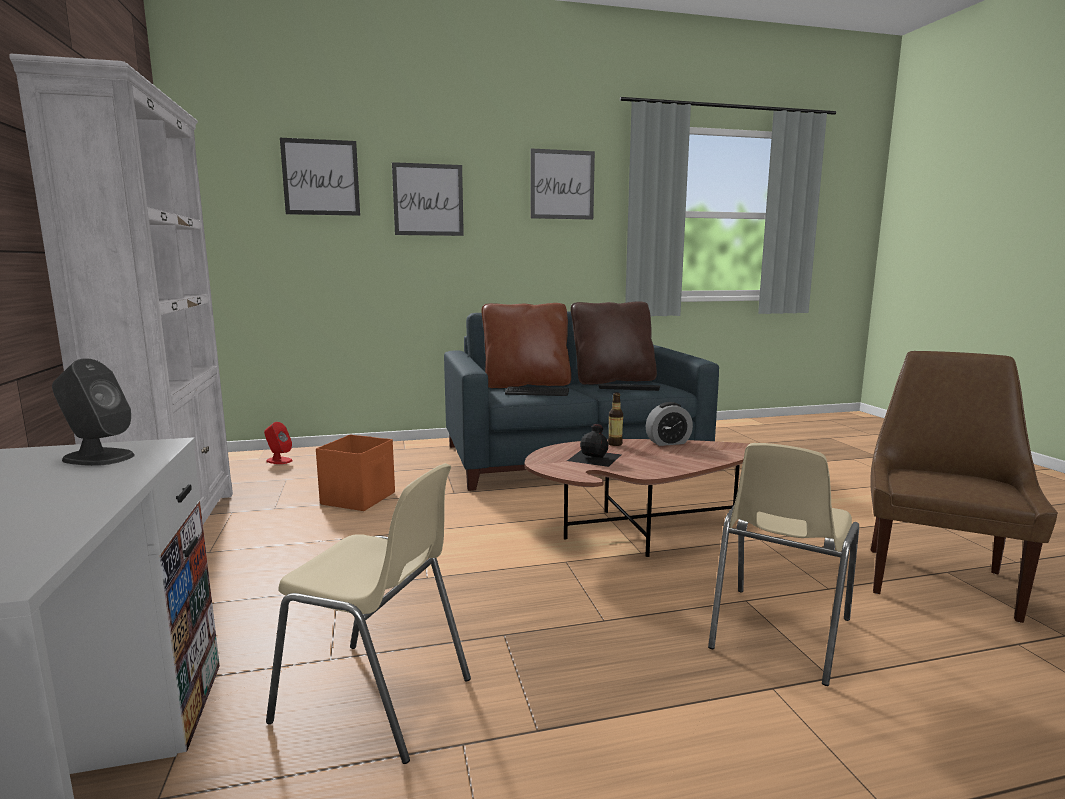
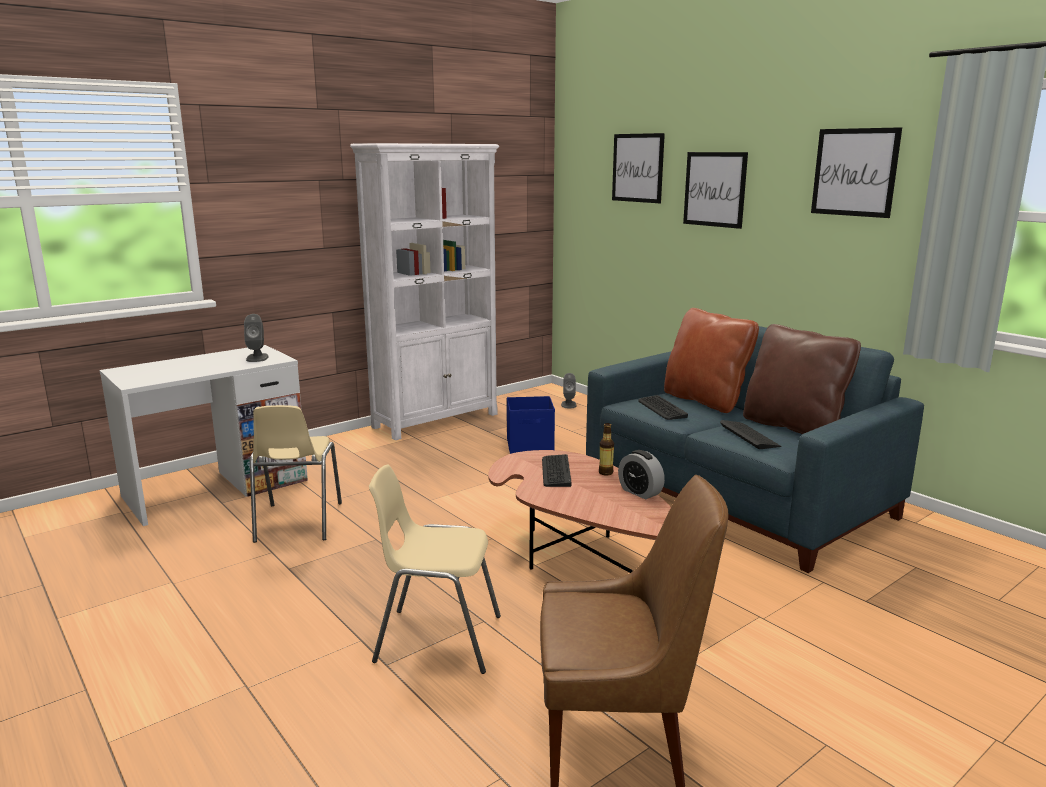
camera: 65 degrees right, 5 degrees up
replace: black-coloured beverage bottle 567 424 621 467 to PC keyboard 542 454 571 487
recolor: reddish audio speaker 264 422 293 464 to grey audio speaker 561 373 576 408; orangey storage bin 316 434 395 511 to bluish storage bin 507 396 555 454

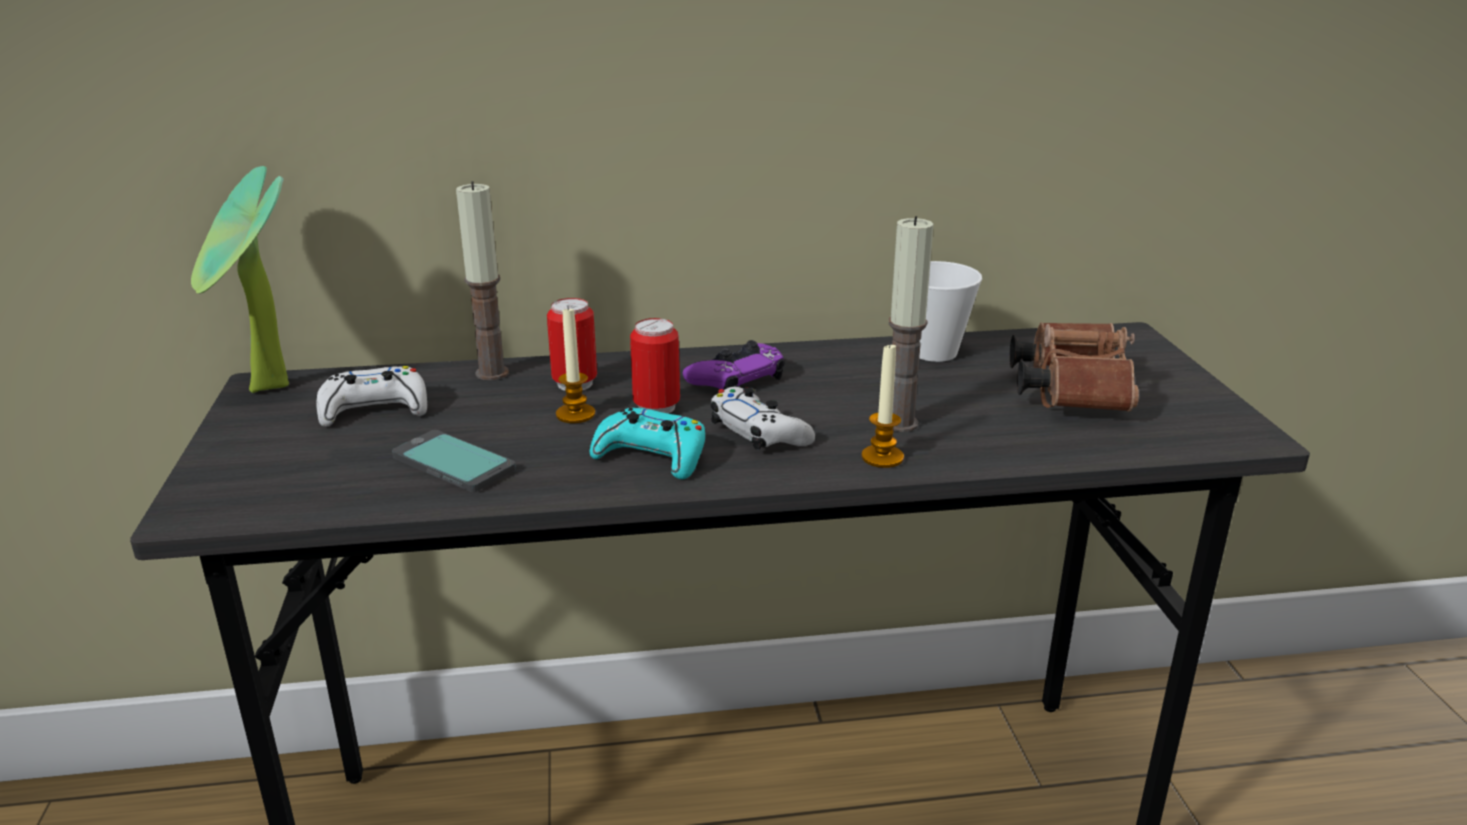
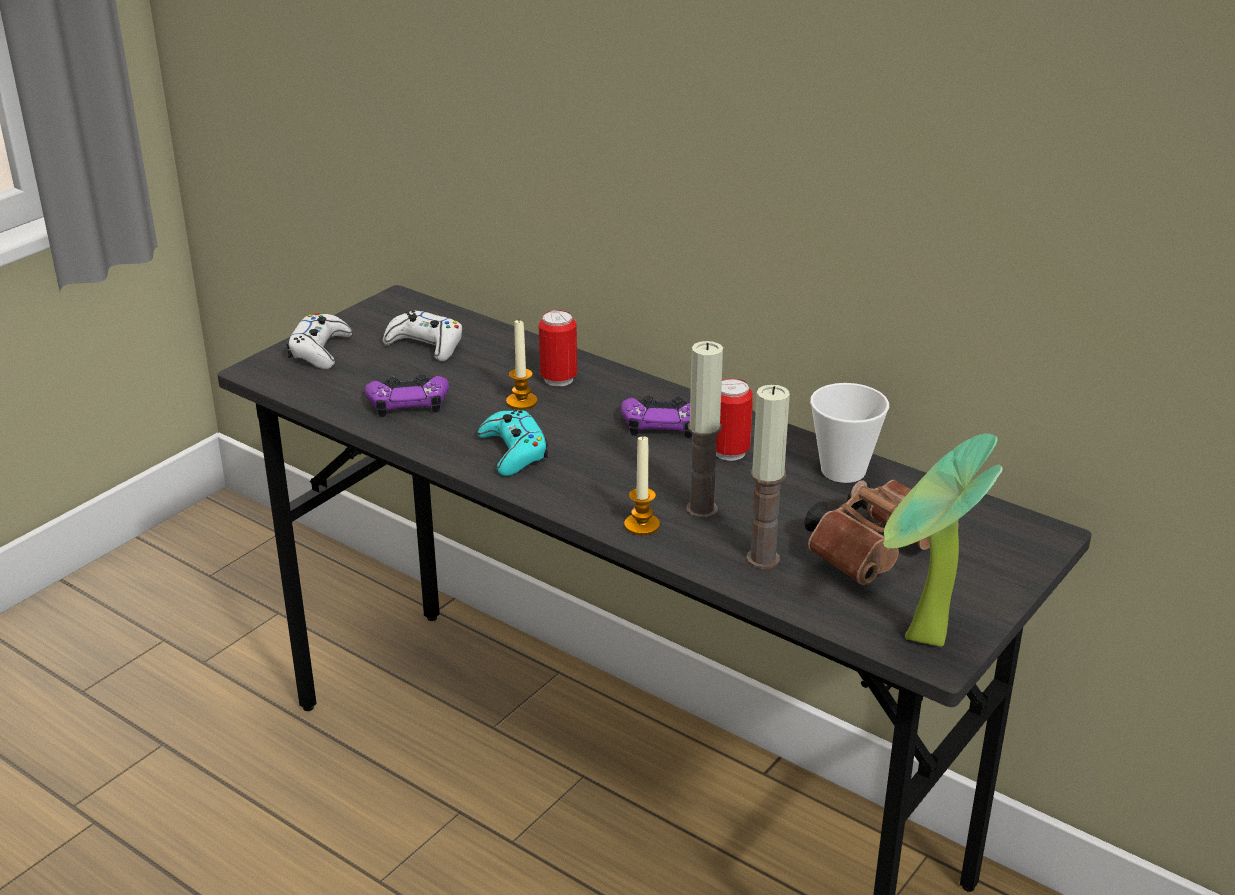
camera: 45 degrees right, 5 degrees up
move: houseplant 191 166 289 393 to 883 433 1002 647; candle 456 181 509 380 to 746 385 790 569; can 630 318 680 414 to 716 378 753 461; whitish gamepad 711 387 815 450 to 286 313 352 369
replace: handset 392 430 516 492 to purple-coloured gamepad 365 374 449 417

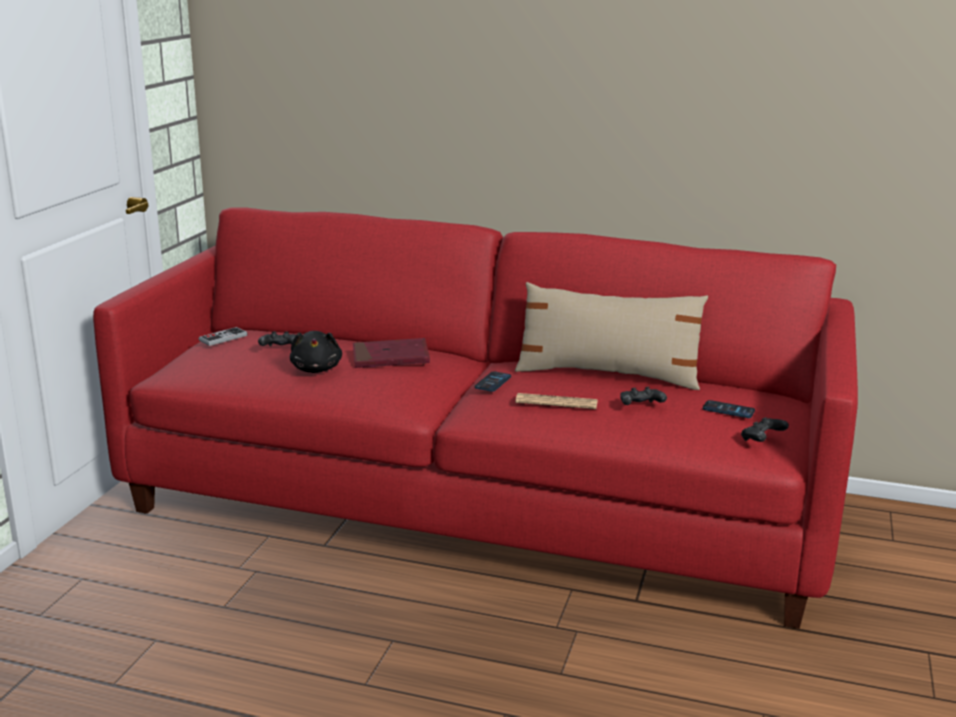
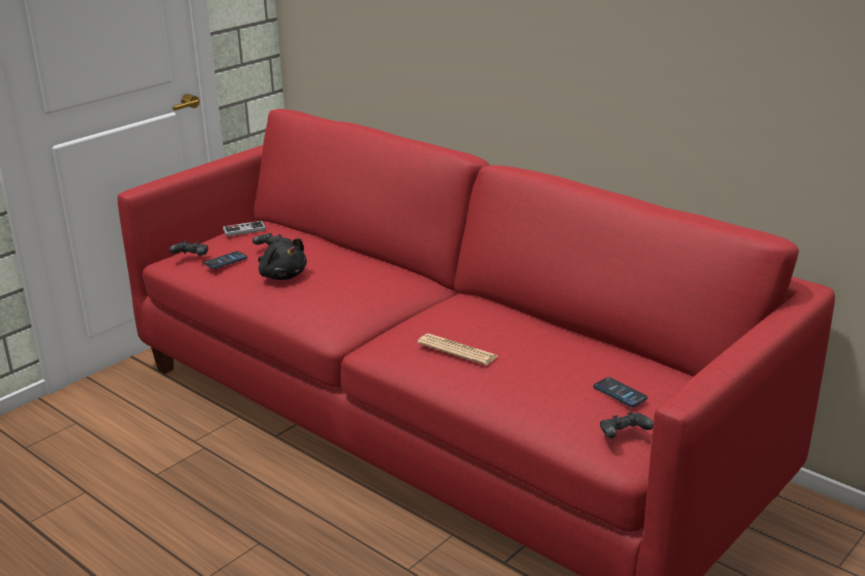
camera: 25 degrees right, 5 degrees up
delete: reddish book 353 338 430 368; sand-coloured pillow 515 282 708 390
move: handset 475 371 511 392 to 204 251 247 269; black-coloured gamepad 620 387 667 405 to 169 241 208 256
rotate: black-coloured cuddly toy 290 331 342 373 = 258 238 307 280 60 degrees counterclockwise

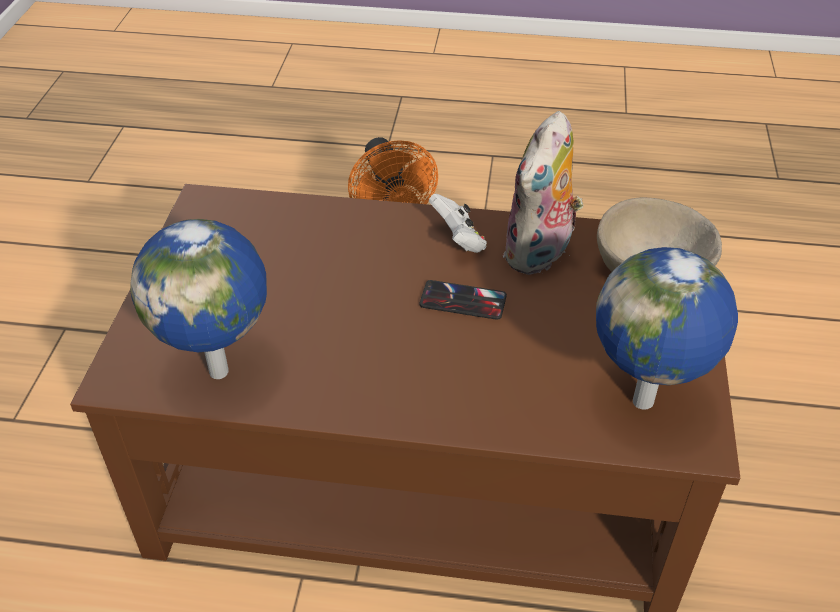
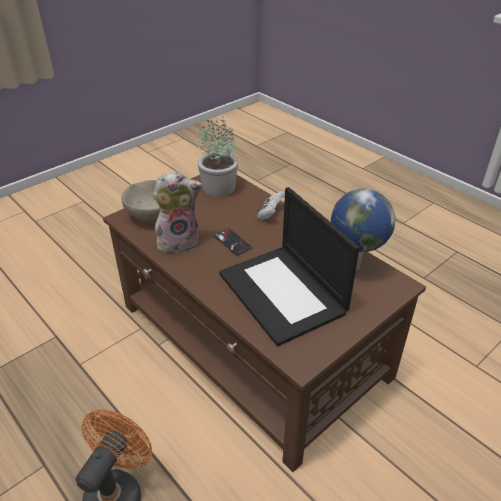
camera: 140 degrees left, 5 degrees down
insert: laptop 219 187 360 346
move: whitish gamepad 429 194 487 253 to 257 191 285 220
replace: world globe 596 247 738 410 to houseplant 198 116 238 197

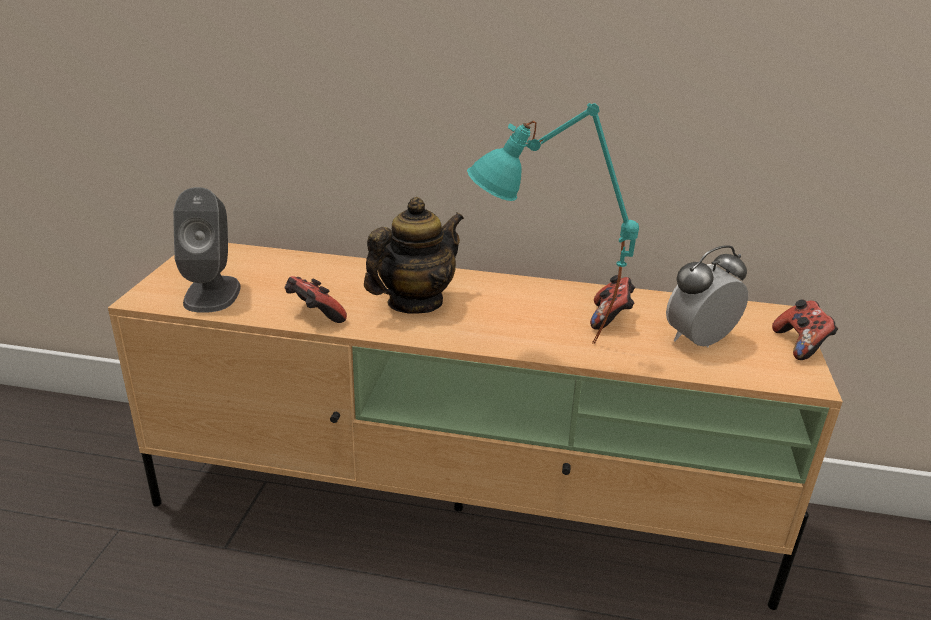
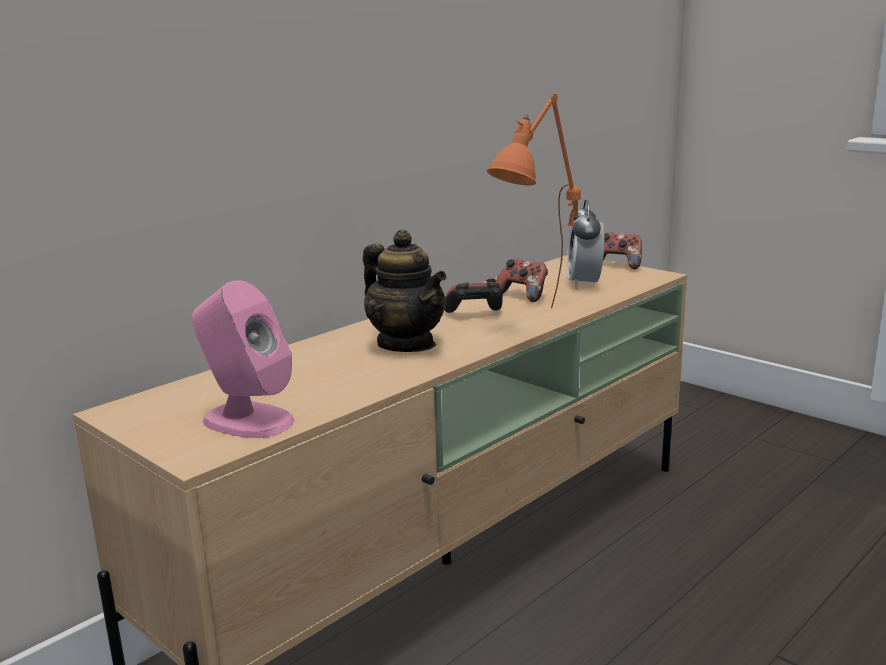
camera: 55 degrees left, 10 degrees down
move: gamepad 285 276 347 323 to 444 278 503 313
recolor: grey audio speaker 173 187 241 313 to pink-coloured audio speaker 192 280 295 438; turquoise-coloured table lamp 467 103 639 344 to orangey table lamp 487 93 581 308
rotate: tea pot 364 197 464 314 = 363 230 447 352 150 degrees clockwise

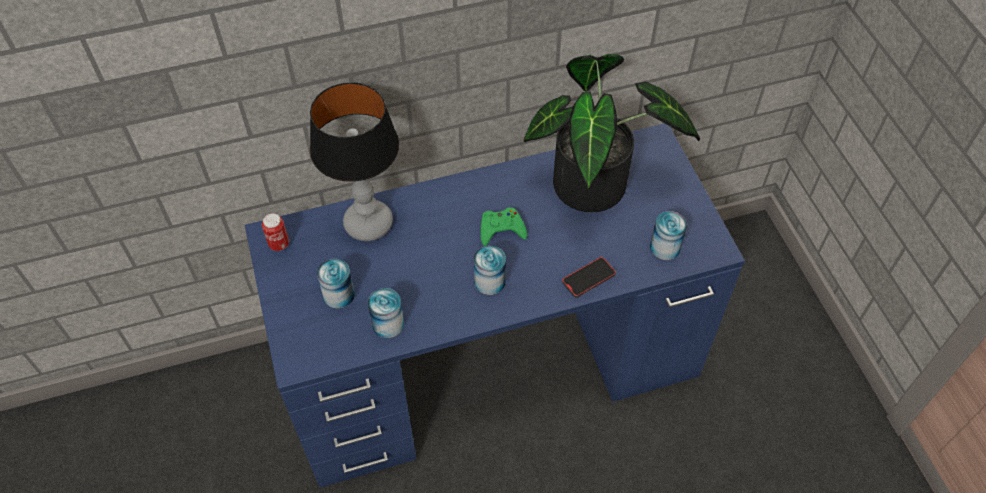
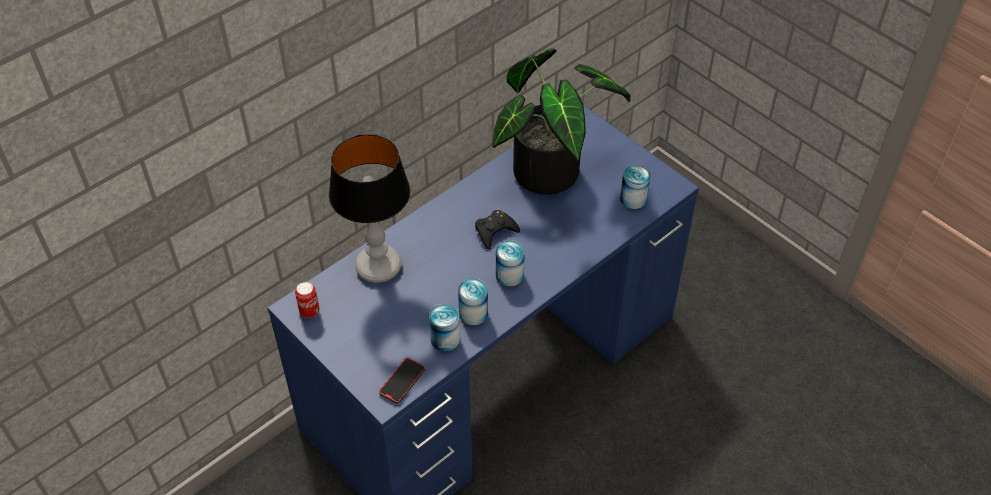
camera: 25 degrees left, 5 degrees down
move: can 317 259 355 309 to 458 278 488 325; handset 562 257 616 298 to 379 357 425 404
recolor: greenish gamepad 481 207 527 246 to black-coloured gamepad 475 210 520 249

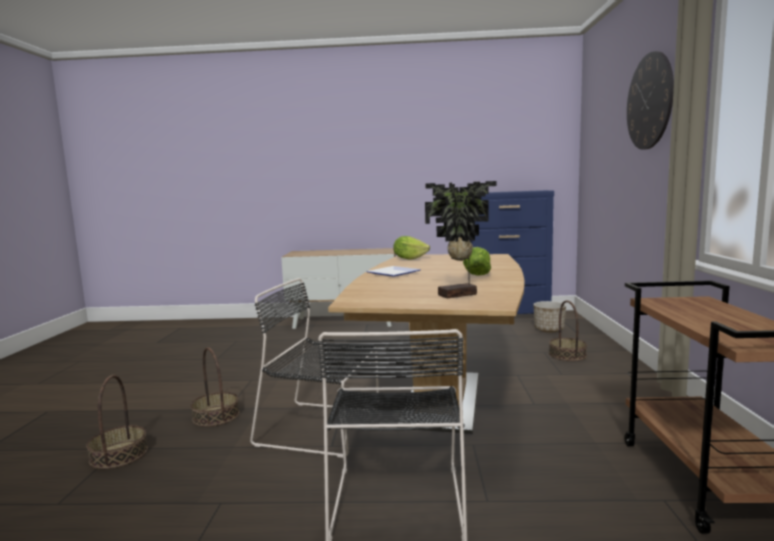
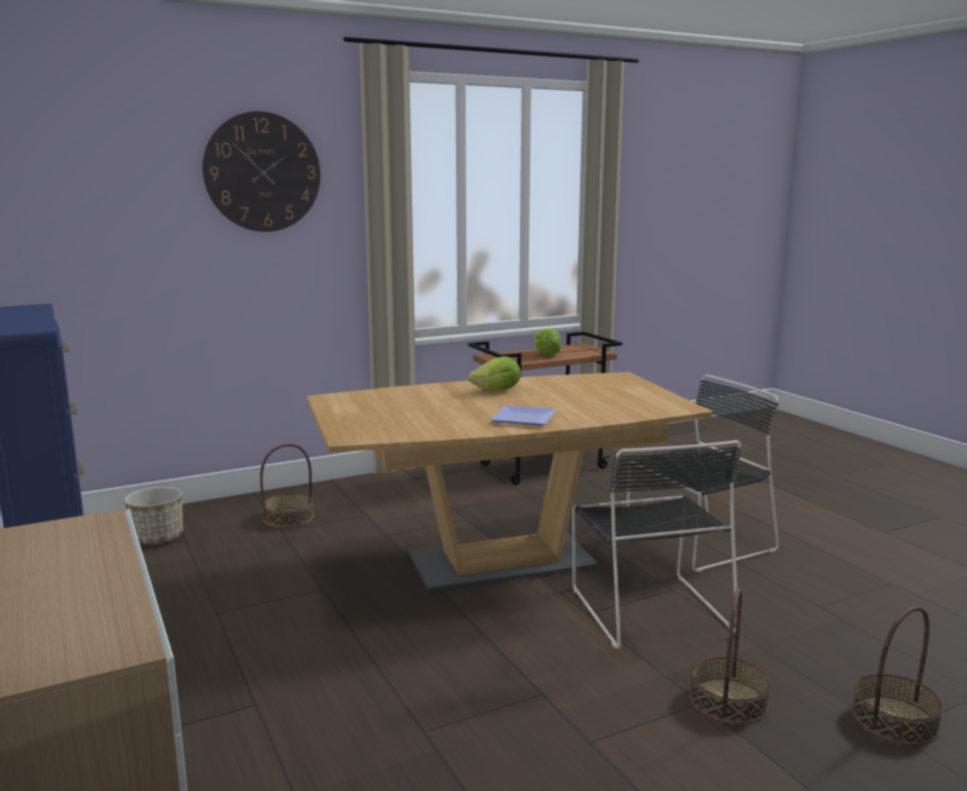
camera: 120 degrees left, 5 degrees up
delete: houseplant 425 181 497 298
move: lettuce head 393 236 430 260 to 534 328 561 355

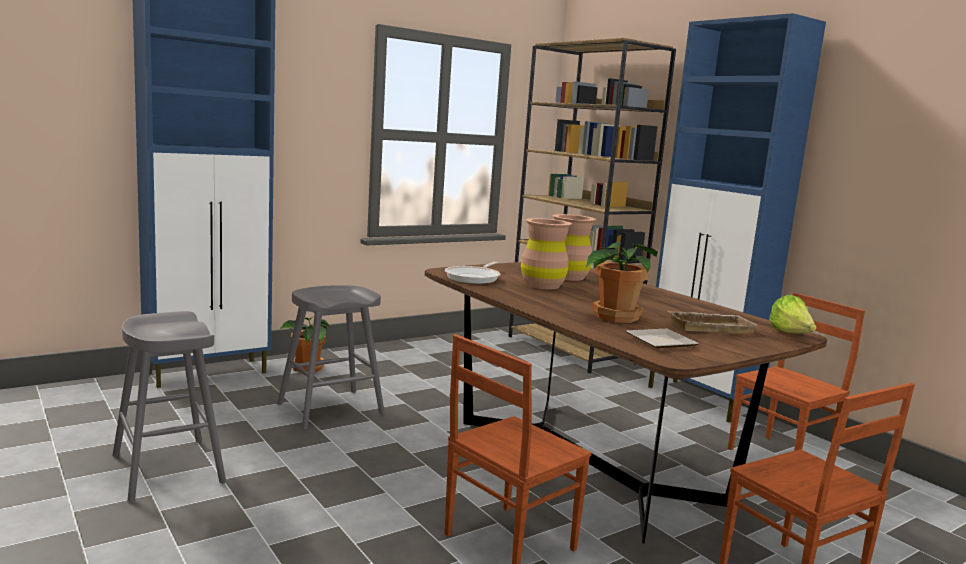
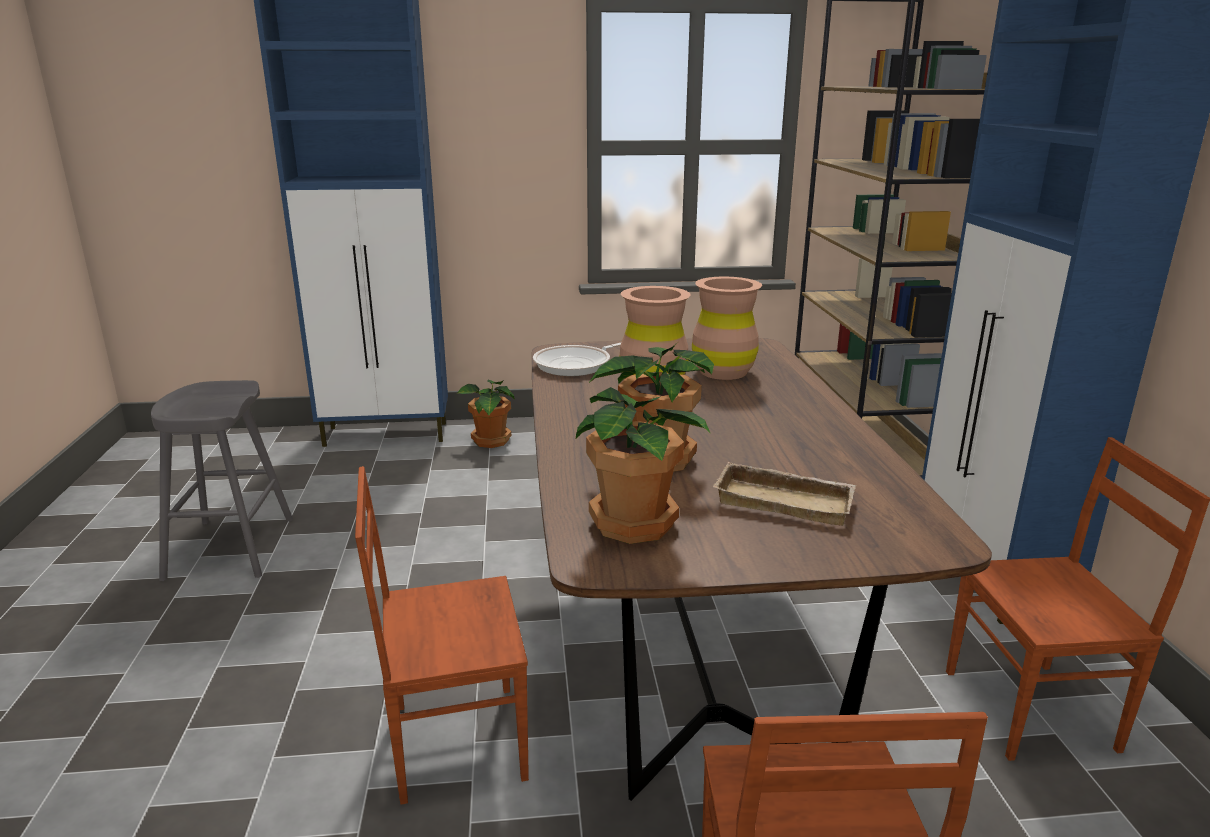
camera: 30 degrees right, 10 degrees up
delete: grey stool seat 277 285 385 430; lettuce head 769 295 817 334
replace: plate 626 329 699 348 to houseplant 576 387 711 544

